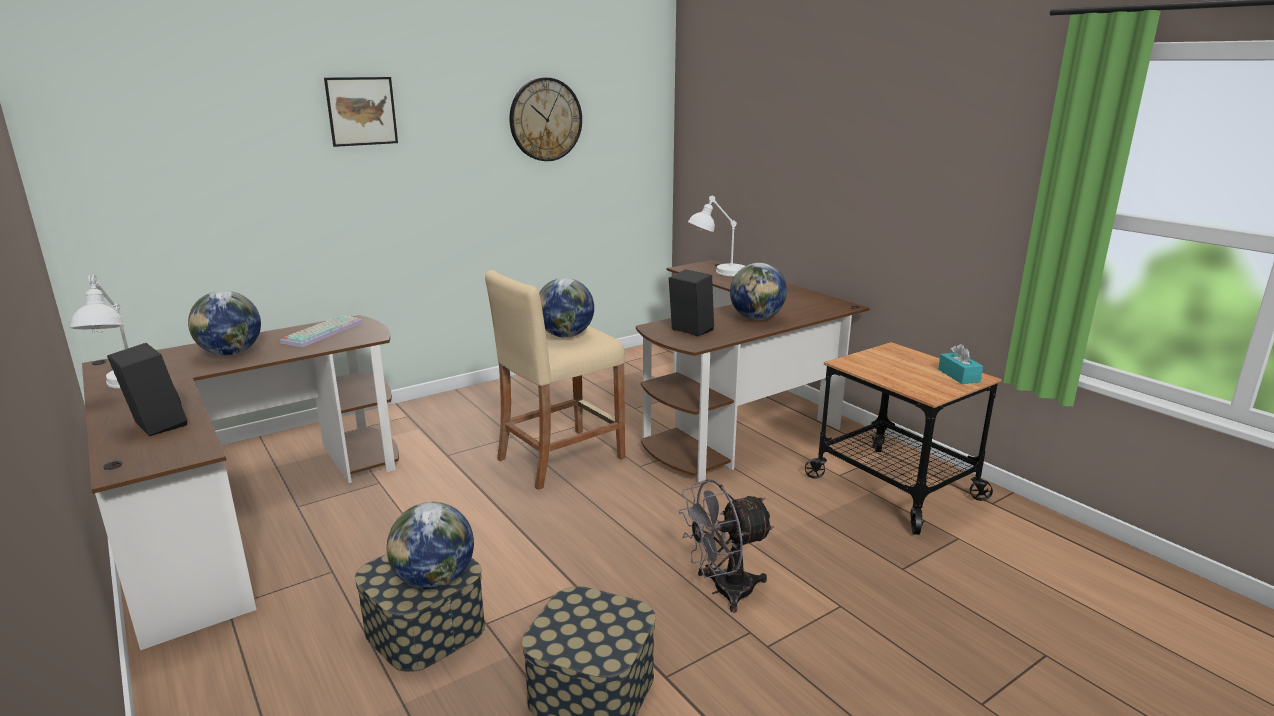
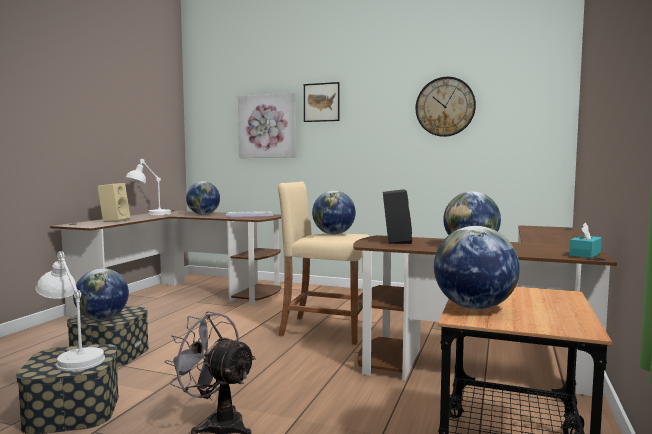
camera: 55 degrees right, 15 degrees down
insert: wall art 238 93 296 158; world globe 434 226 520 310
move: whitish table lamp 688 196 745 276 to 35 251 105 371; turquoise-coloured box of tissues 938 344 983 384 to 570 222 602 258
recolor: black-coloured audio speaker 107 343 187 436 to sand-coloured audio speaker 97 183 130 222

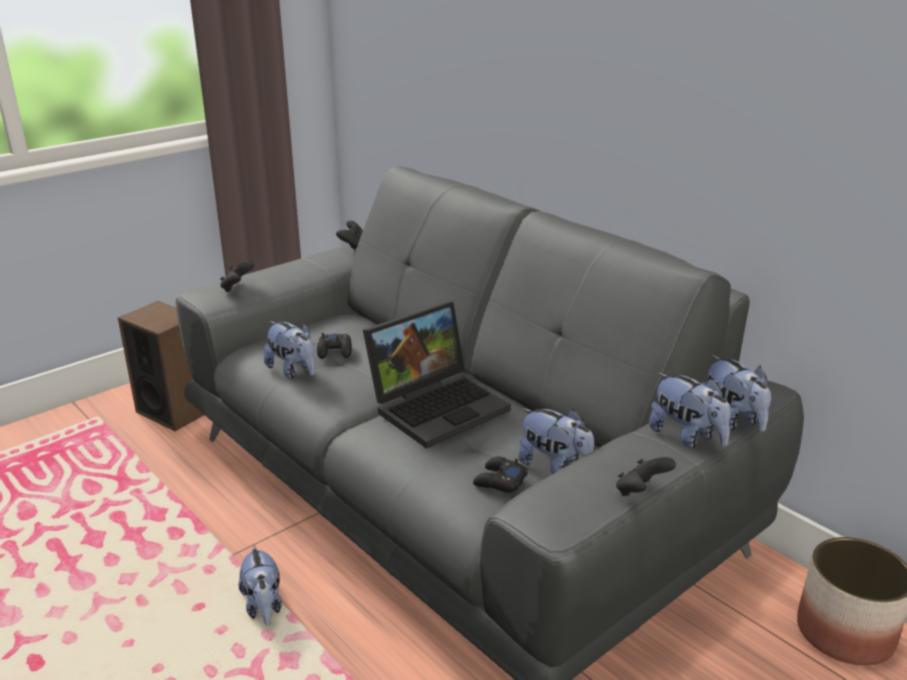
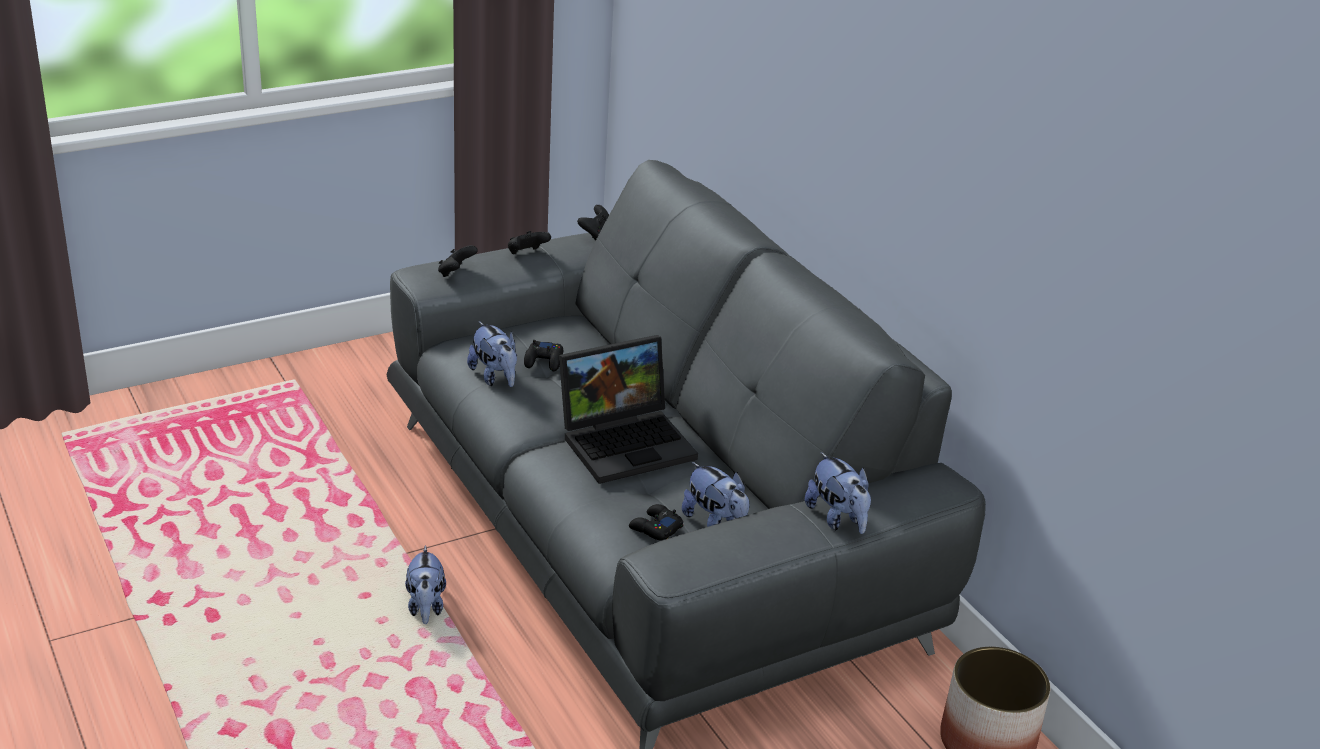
camera: 10 degrees right, 5 degrees up
delete: audio speaker 118 301 204 431; cuddly toy 702 355 771 432
move: black-coloured gamepad 616 457 676 496 to 508 231 551 254

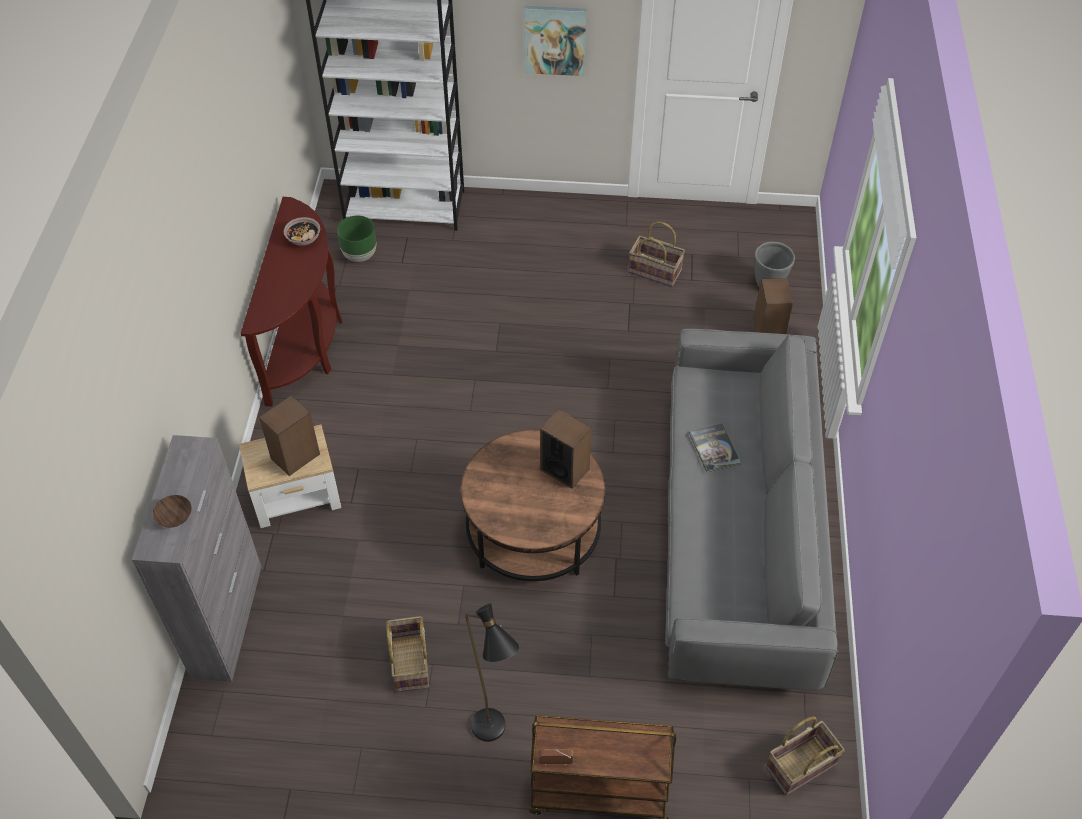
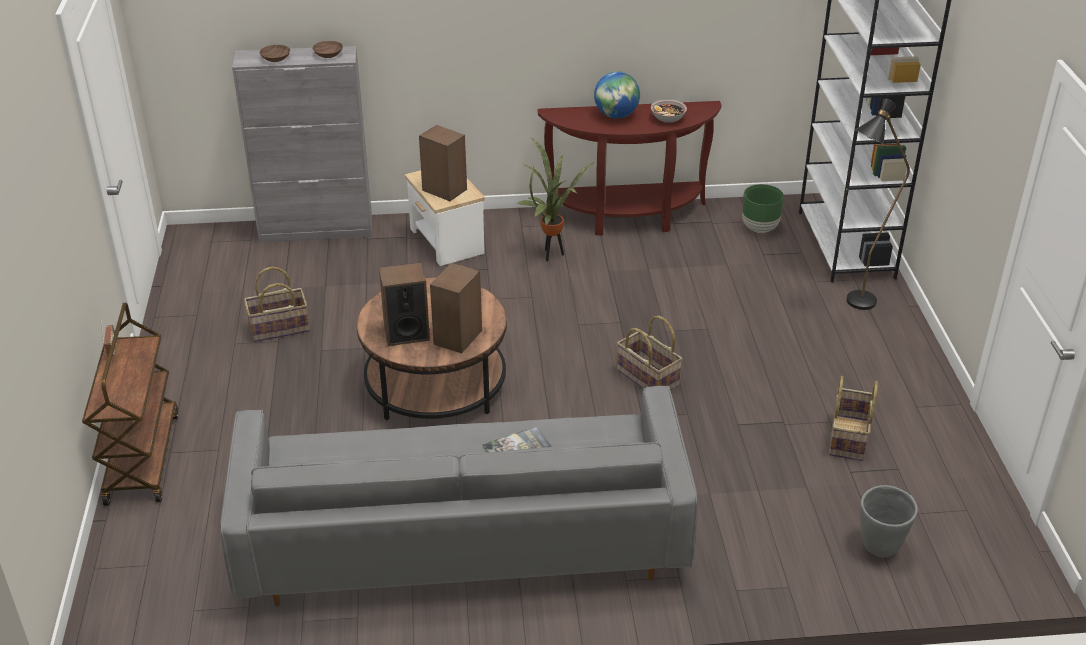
camera: 80 degrees right, 15 degrees down
delete: wall art 524 6 587 76
insert: brownish serving bowl 312 41 343 58; houseplant 518 138 595 261; world globe 594 71 640 118
move: black-coloured standard lamp 465 603 519 742 to 846 98 910 310; audio speaker 753 278 793 334 to 379 262 430 346; household basket 766 717 845 795 to 617 316 683 391

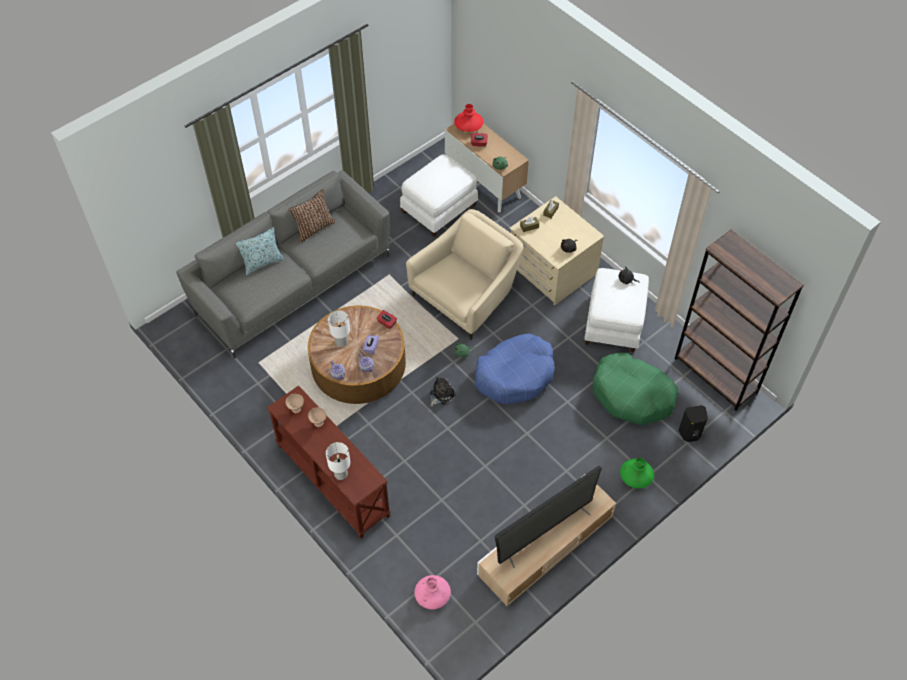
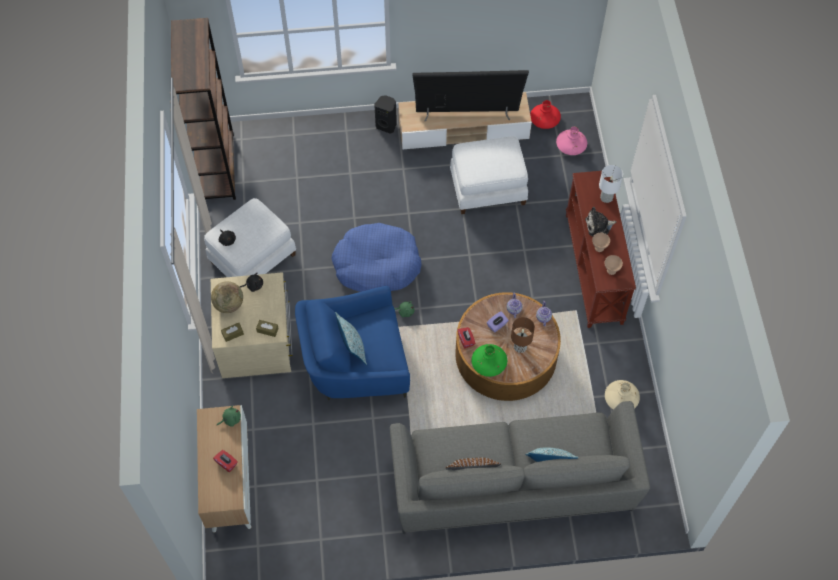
camera: 145 degrees left, 5 degrees up
delete: greenish pet bed 593 353 678 425
insert: world globe 211 281 243 313; pillow 335 312 367 365; sand-coloured vase 605 380 640 410
move: whitish ottoman 400 154 478 237 to 450 136 528 214; cuddly toy 430 377 456 407 to 585 207 617 236; reddish vase 454 104 484 132 to 530 100 561 129; greenish vase 620 458 654 489 to 472 344 507 377; black-coloured audio speaker 678 405 708 442 to 374 95 397 134
recolor: whitish table lamp 328 311 350 347 to brownish table lamp 511 317 535 353; sand-coloured easy chair 406 209 523 340 to bluish easy chair 295 286 410 400

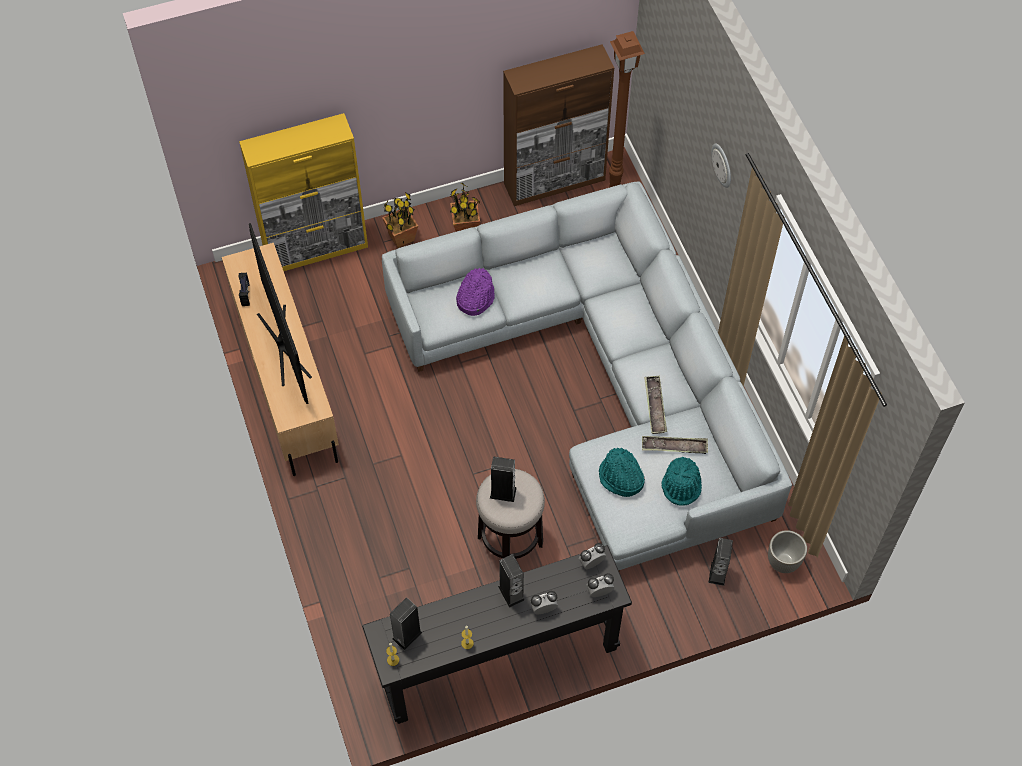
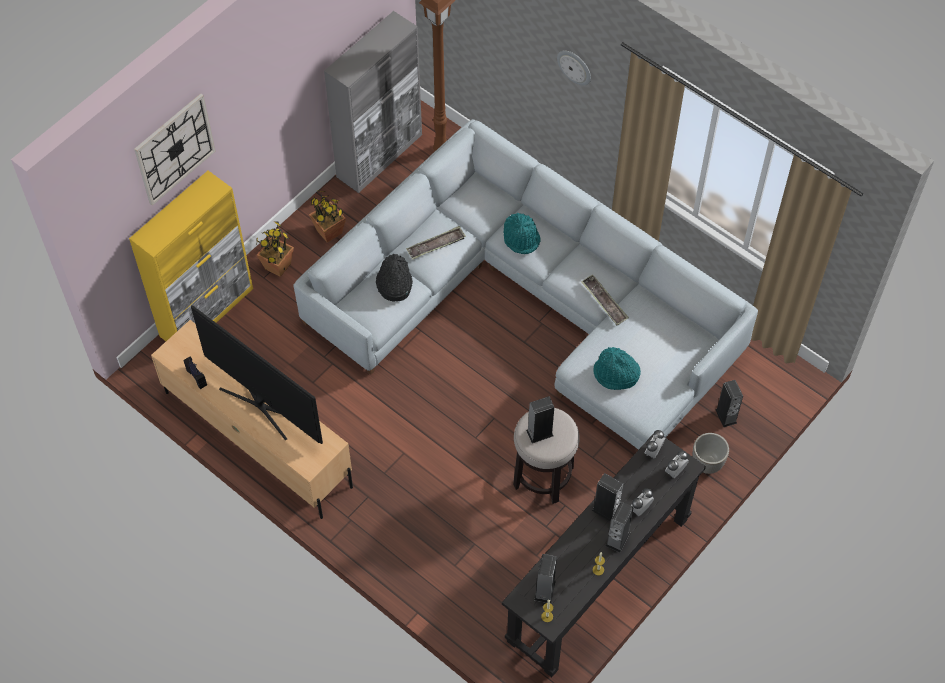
camera: 30 degrees left, 0 degrees up
insert: wall clock 134 93 216 206; audio speaker 605 501 633 553
move: tray 642 436 708 454 to 406 226 466 260; turquoise-coloured clothing hat 662 457 702 506 to 504 213 541 254; plant pot 768 530 807 573 to 692 433 729 474
recolor: purple-coloured clothing hat 456 268 495 316 to black-coloured clothing hat 376 254 413 301; brownish cupboard 503 44 614 206 to grey cupboard 324 11 422 193

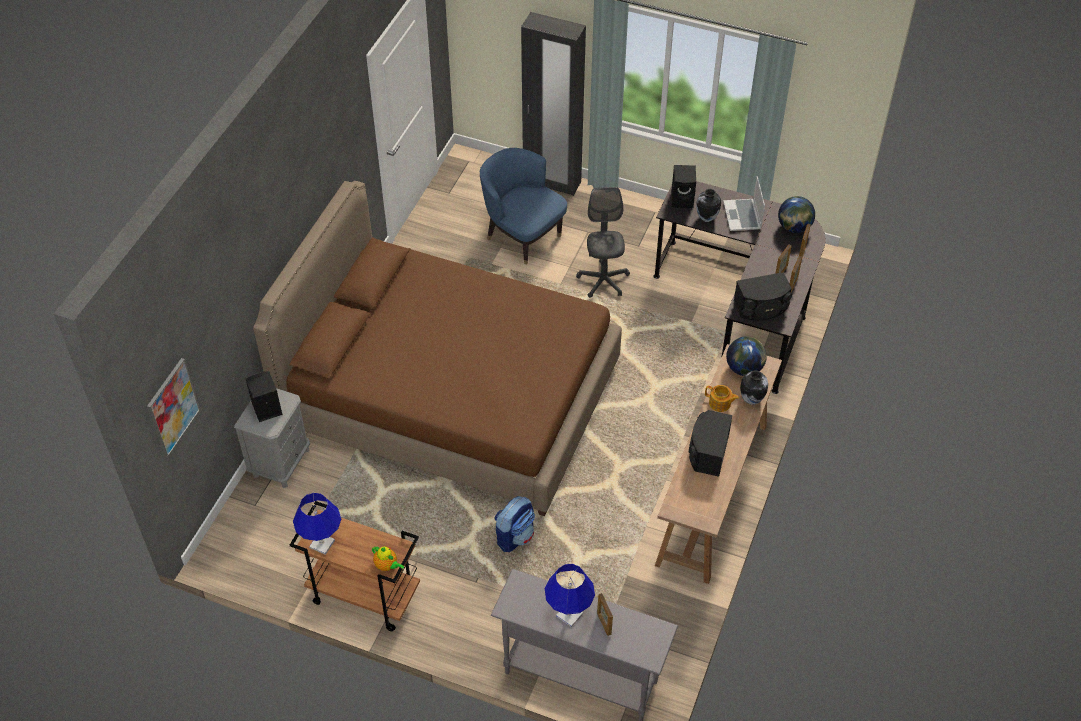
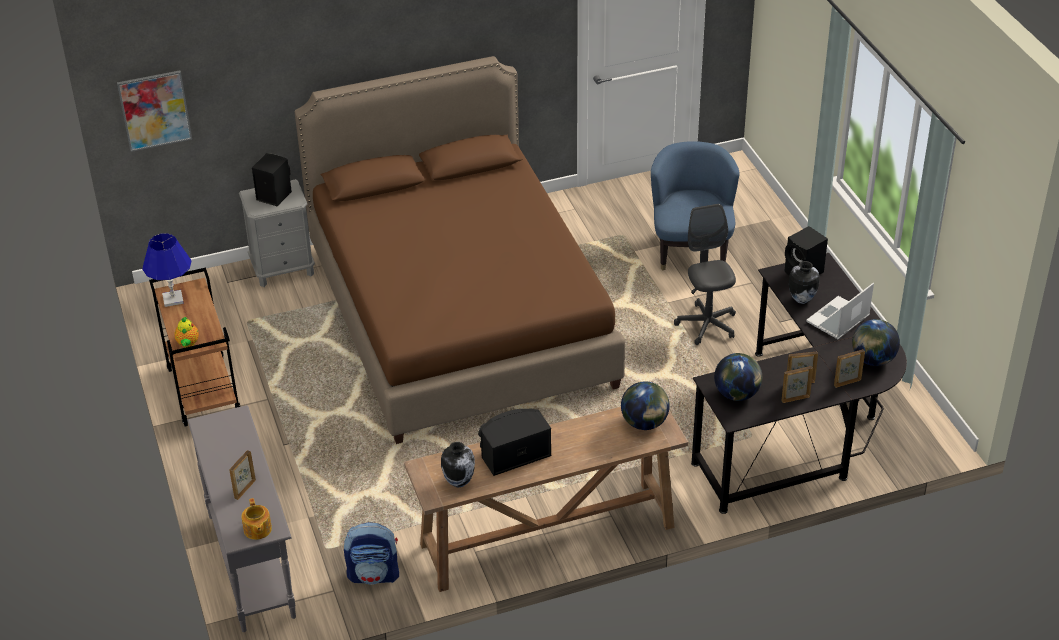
camera: 50 degrees right, 10 degrees down
delete: black-coloured clothes cupboard 521 12 586 196; bluish table lamp 545 564 595 627
move: knapsack 494 496 535 552 to 344 522 399 585; tea pot 705 385 739 412 to 241 498 272 540; vase 740 370 768 405 to 441 442 475 487
replace: black-coloured audio speaker 734 272 792 321 to world globe 714 353 762 401
rotate: grey office chair 576 187 630 298 = 674 204 736 345 60 degrees counterclockwise

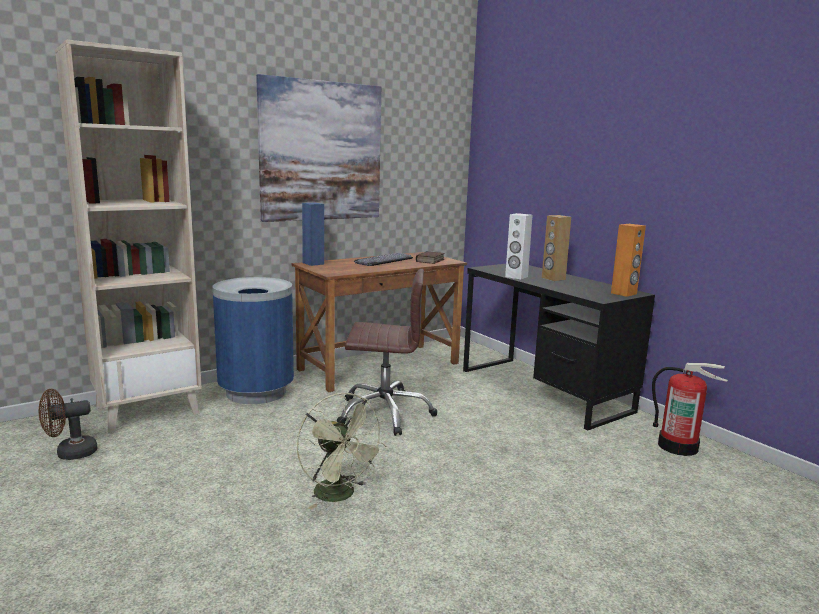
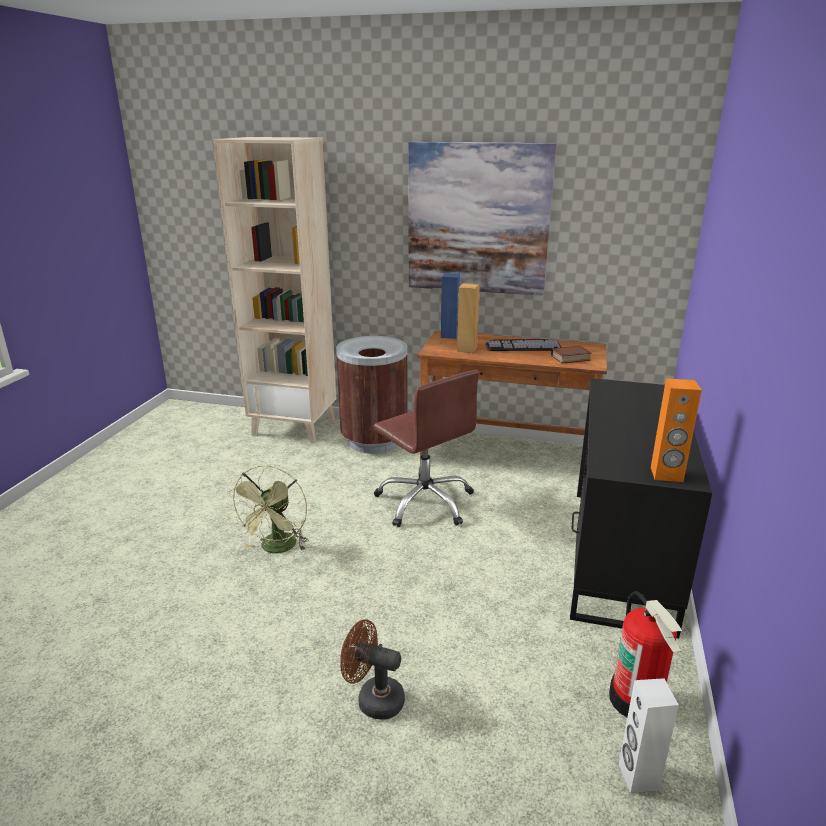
camera: 50 degrees right, 10 degrees up
move: brownish electric fan 39 389 97 460 to 340 619 405 720; whitish audio speaker 505 213 533 279 to 619 678 679 793; brownish audio speaker 542 215 571 281 to 457 283 480 353
recolor: bluish rubbish bin 212 277 294 404 to brownish rubbish bin 336 336 408 454

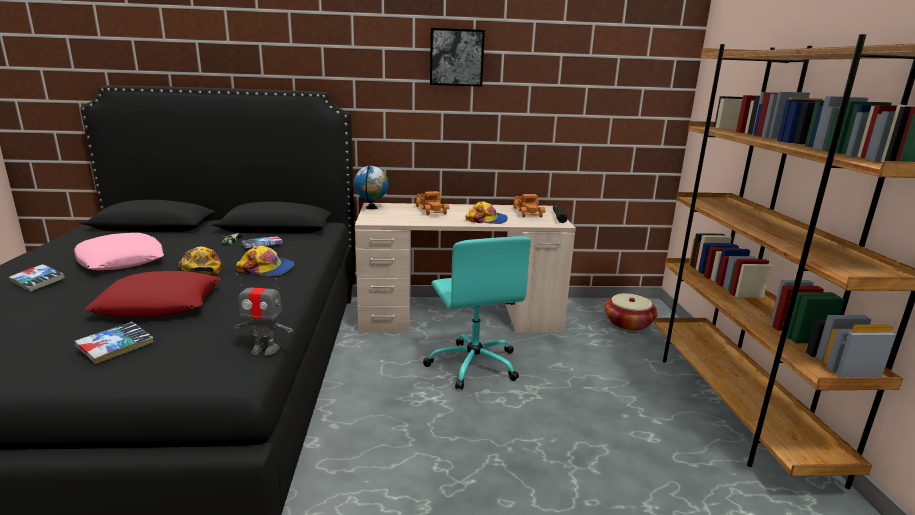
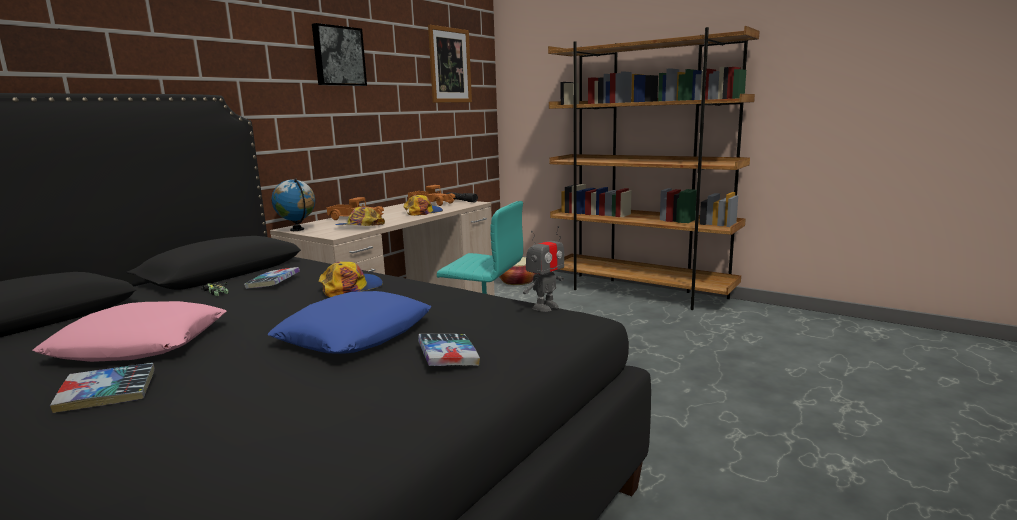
camera: 50 degrees left, 5 degrees down
insert: wall art 428 25 472 103
move: cap 179 247 222 274 to 335 207 385 226
recolor: reddish pillow 85 271 221 318 to bluish pillow 268 291 431 354

